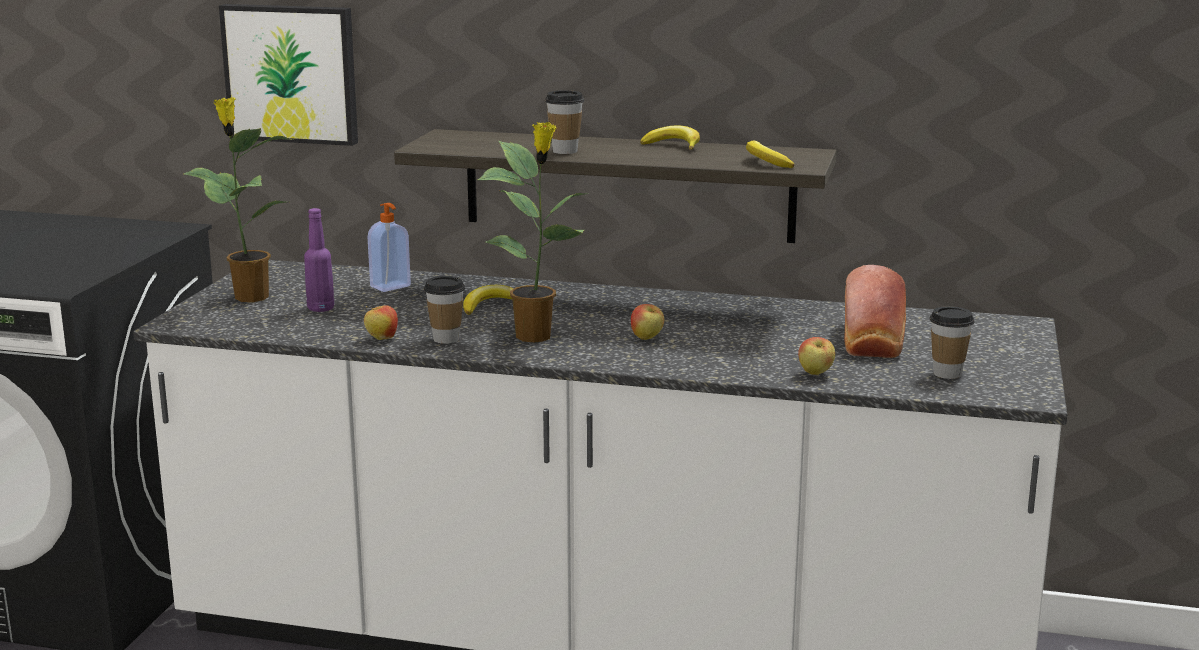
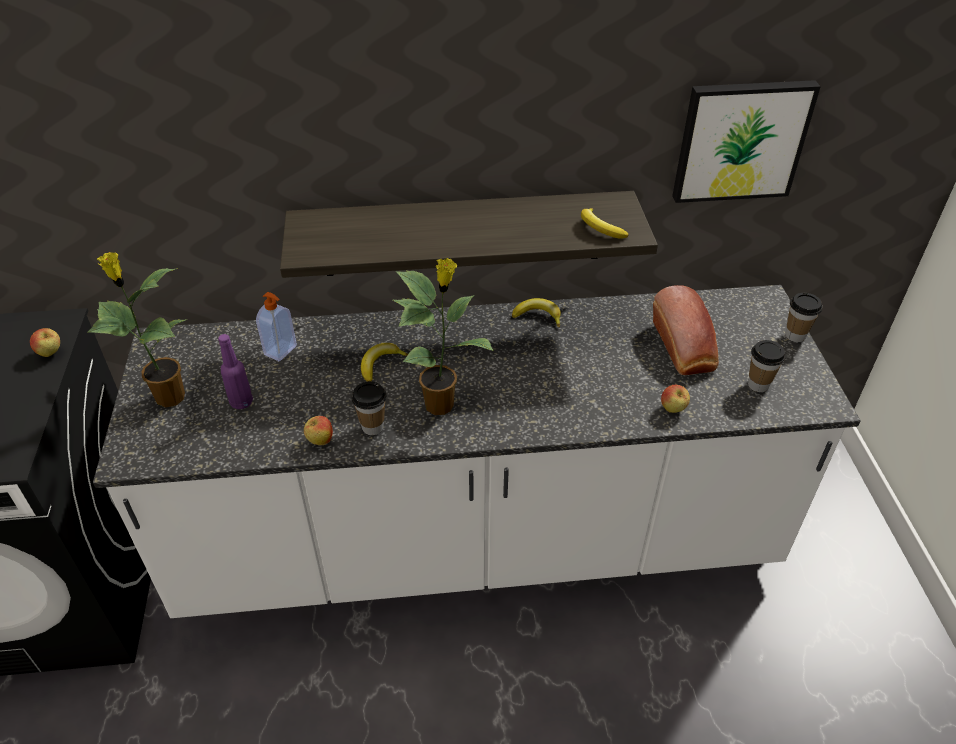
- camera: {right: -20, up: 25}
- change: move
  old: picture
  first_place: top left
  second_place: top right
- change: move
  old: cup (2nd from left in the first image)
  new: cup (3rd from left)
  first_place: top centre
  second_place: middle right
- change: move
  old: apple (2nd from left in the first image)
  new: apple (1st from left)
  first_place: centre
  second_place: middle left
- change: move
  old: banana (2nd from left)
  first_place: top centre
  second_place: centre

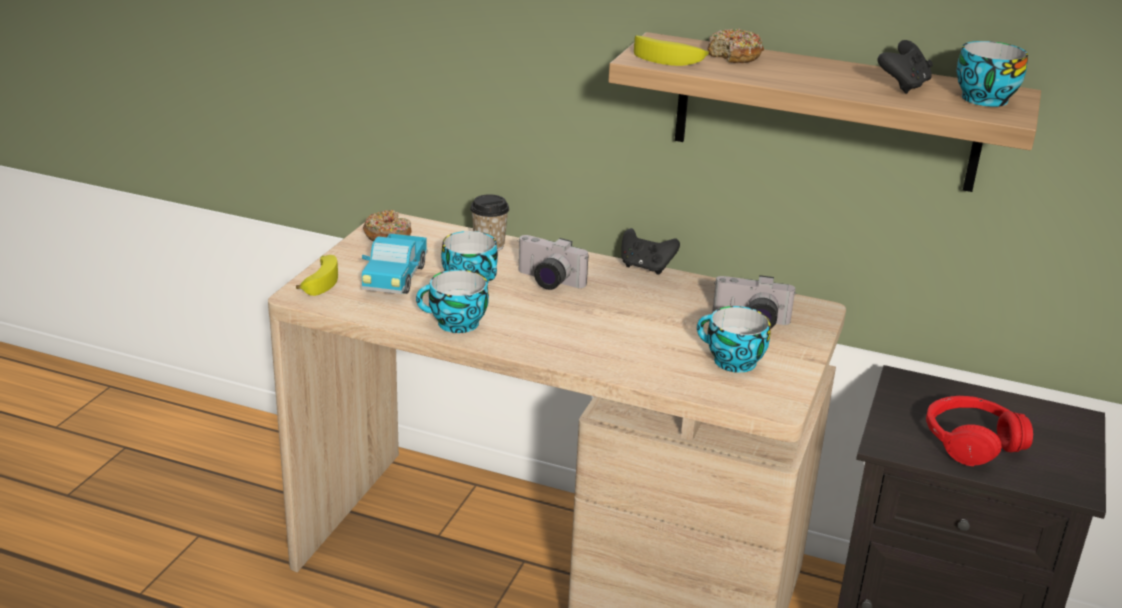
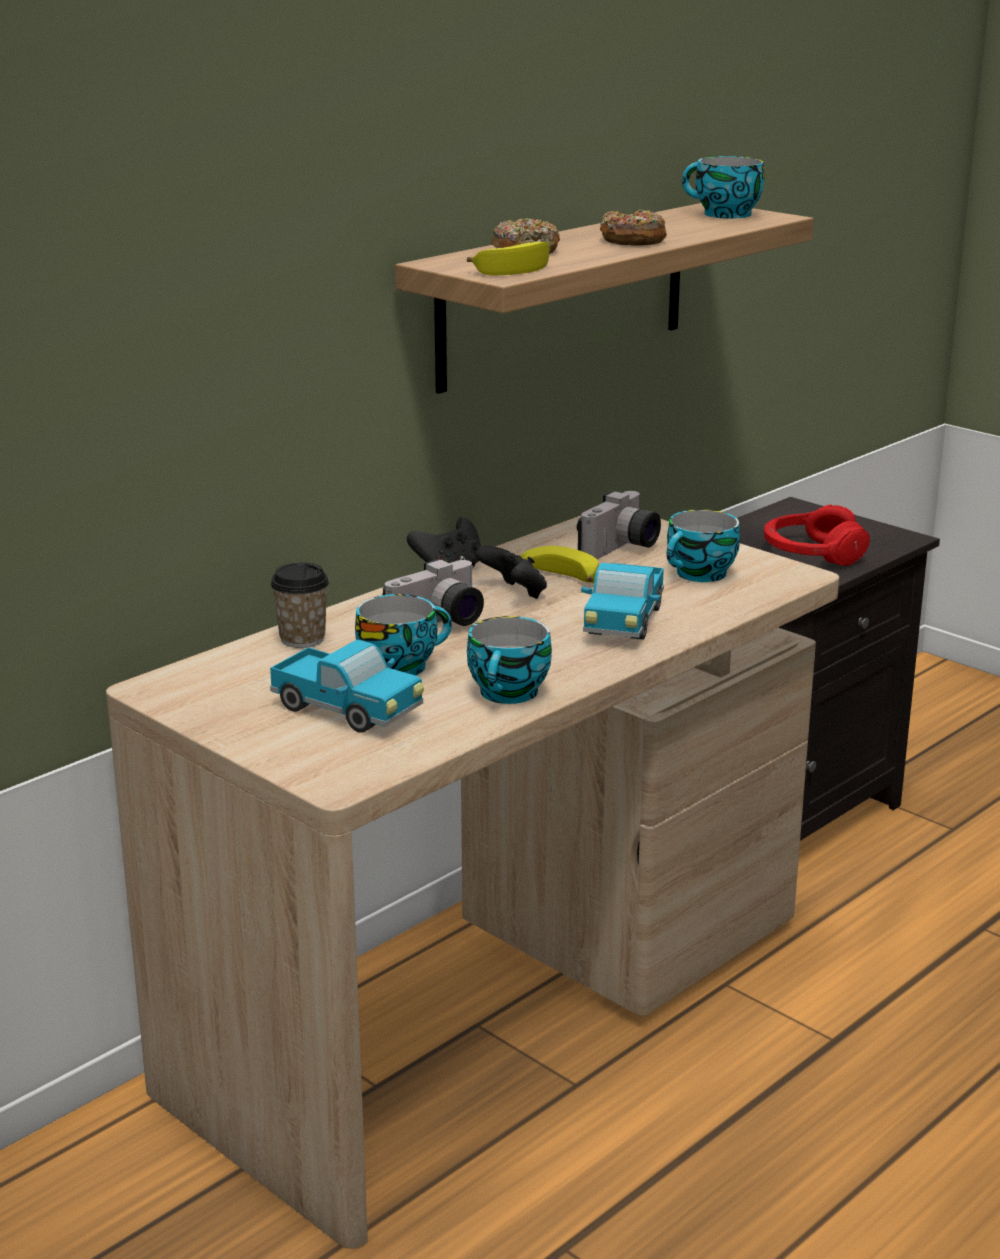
- camera: {right: -65, up: -5}
- change: insert
  new: toy truck (2nd from left)
  second_place: centre
- change: move
  old: banana (1st from left in the first image)
  new: banana (2nd from left)
  first_place: middle left
  second_place: centre
- change: move
  old: donut (1st from left in the first image)
  new: donut (2nd from left)
  first_place: centre
  second_place: top centre
- change: move
  old: black game controller (2nd from left)
  first_place: top right
  second_place: centre

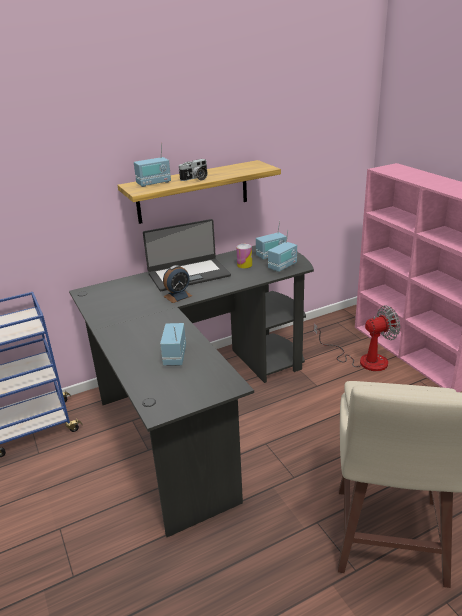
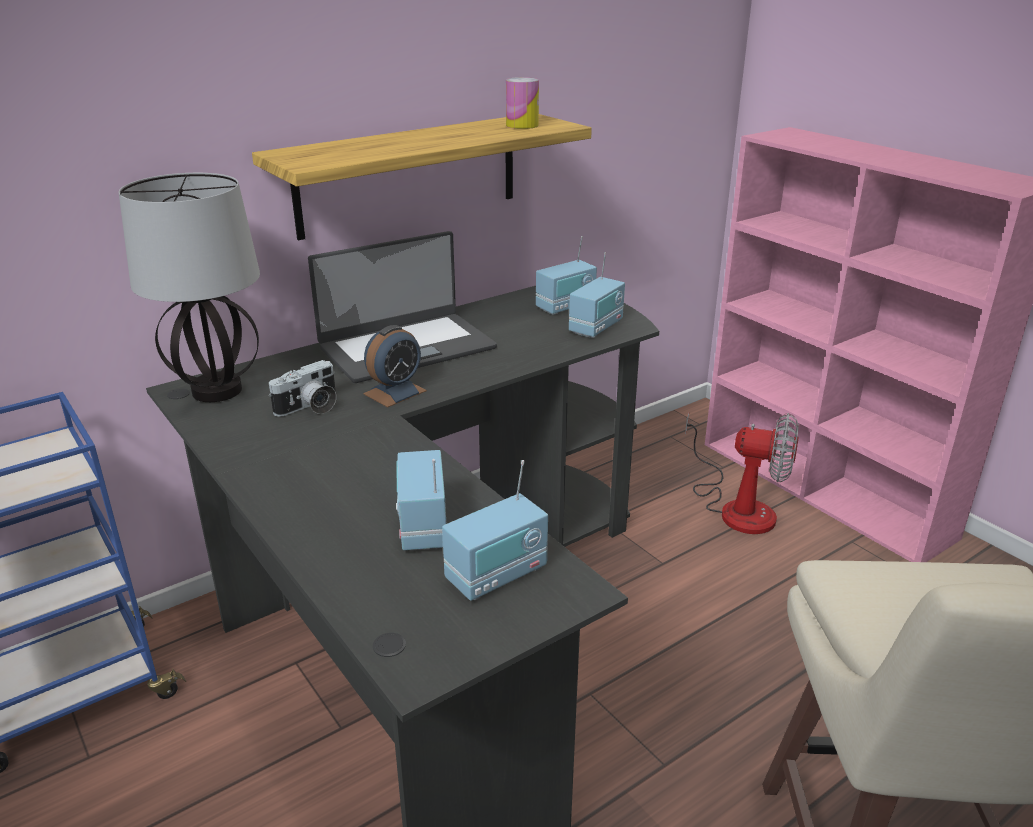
- camera: {right: -10, up: 0}
- change: insert
  new: table lamp
  second_place: middle left
- change: move
  old: radio (1st from left in the first image)
  new: radio (2nd from left)
  first_place: top left
  second_place: centre
- change: move
  old: photo camera
  first_place: top centre
  second_place: middle left
- change: move
  old: can
  first_place: centre
  second_place: top centre
- change: rotate
  old: fan
  first_place: middle right
  second_place: middle right
  degrees: 45

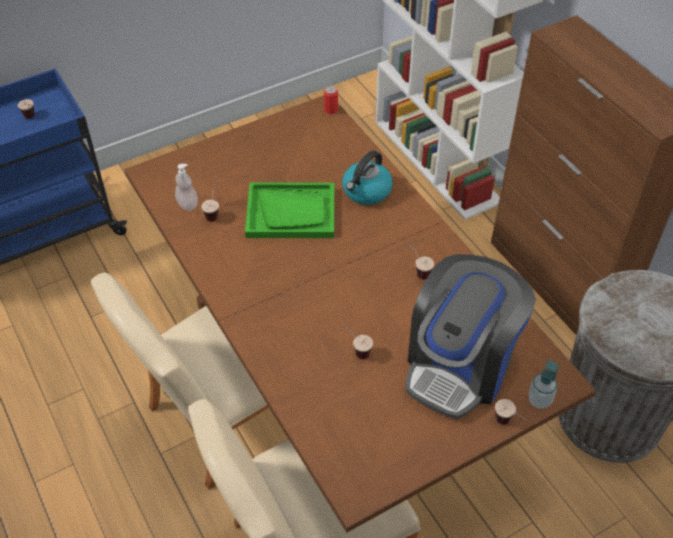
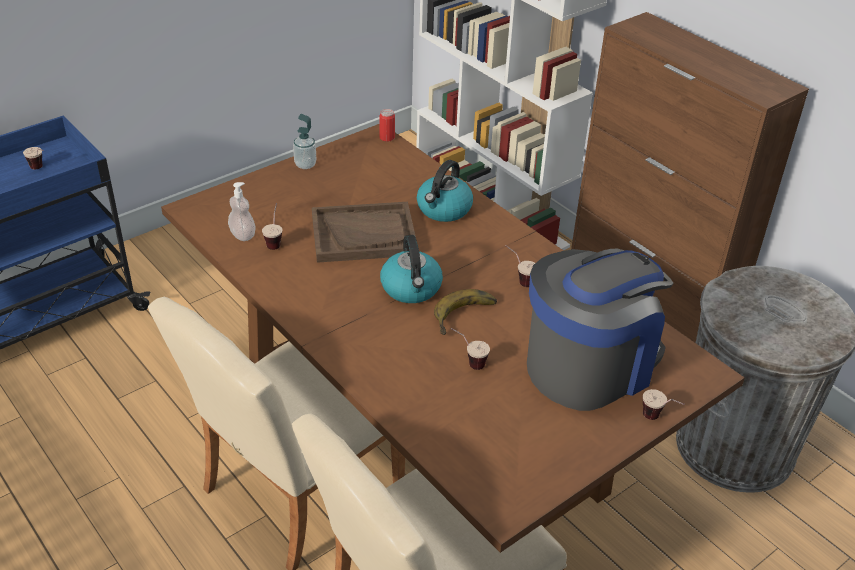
- camera: {right: -10, up: -10}
- change: insert
  new: kettle (1st from left)
  second_place: centre
- change: insert
  new: banana
  second_place: centre
- change: move
  old: soap dispenser (2nd from left)
  first_place: bottom right
  second_place: top centre
- change: recolor
  old: green tray
  new: brown tray
  first_place: centre
  second_place: centre
- change: rotate
  old: coffee machine
  first_place: middle right
  second_place: middle right
  degrees: -150

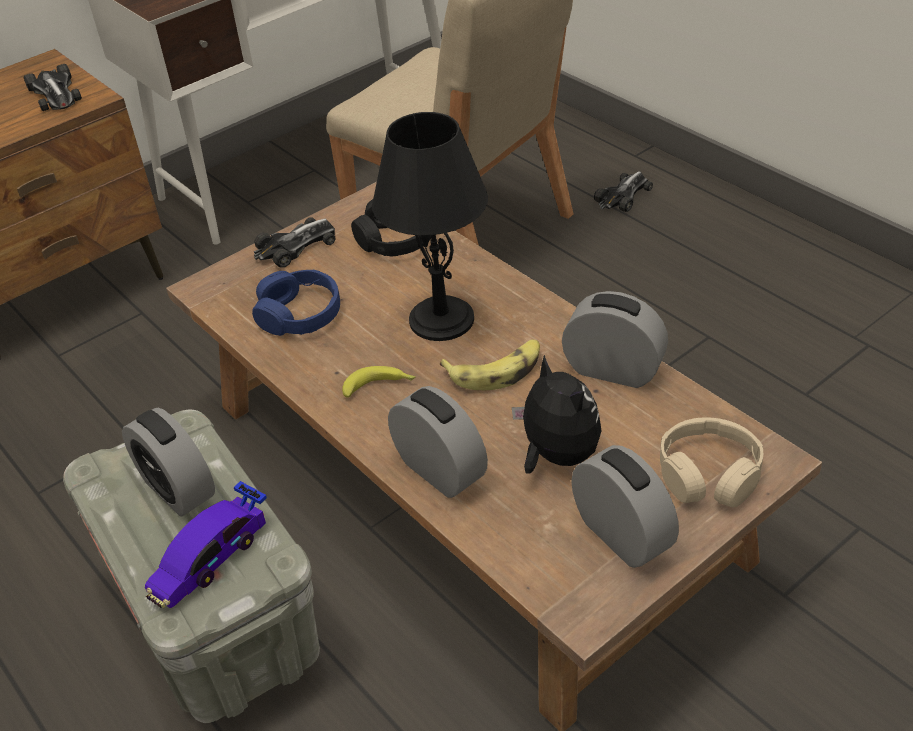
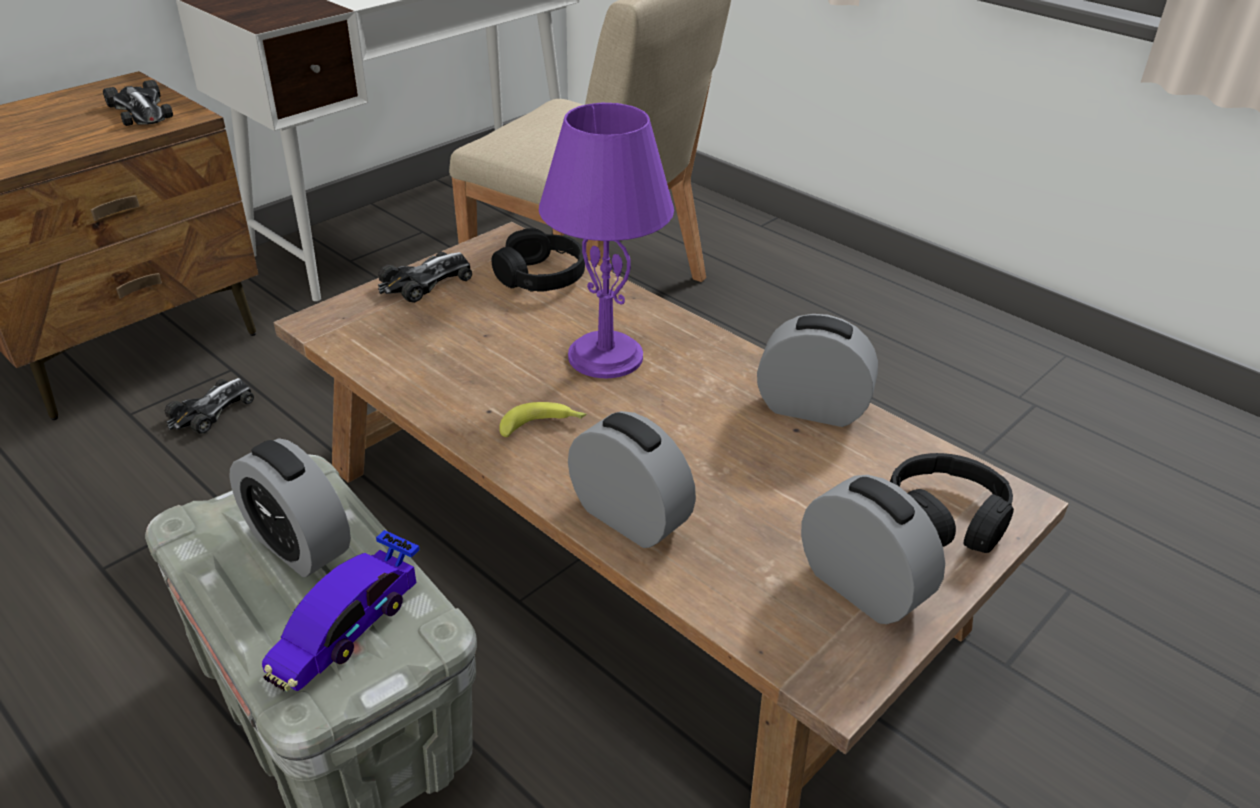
- camera: {right: -10, up: -5}
- change: delete
  old: blue headphones
  first_place: middle left
- change: delete
  old: banana (2nd from left)
  first_place: centre
- change: delete
  old: plush toy
  first_place: centre
- change: move
  old: toy car (4th from left in the first image)
  new: toy car (2nd from left)
  first_place: top right
  second_place: middle left
- change: recolor
  old: black table lamp
  new: purple table lamp
  first_place: top centre
  second_place: top centre
- change: recolor
  old: beige headphones
  new: black headphones (2nd from left)
  first_place: middle right
  second_place: middle right

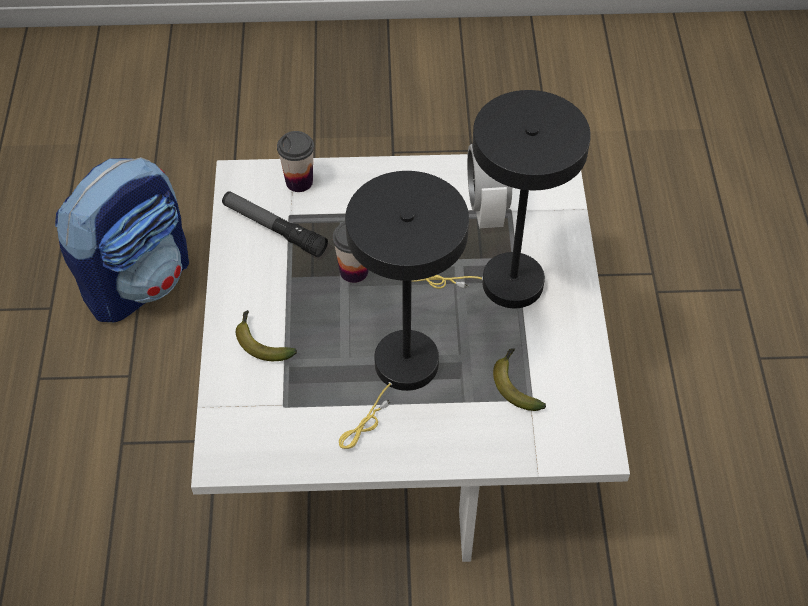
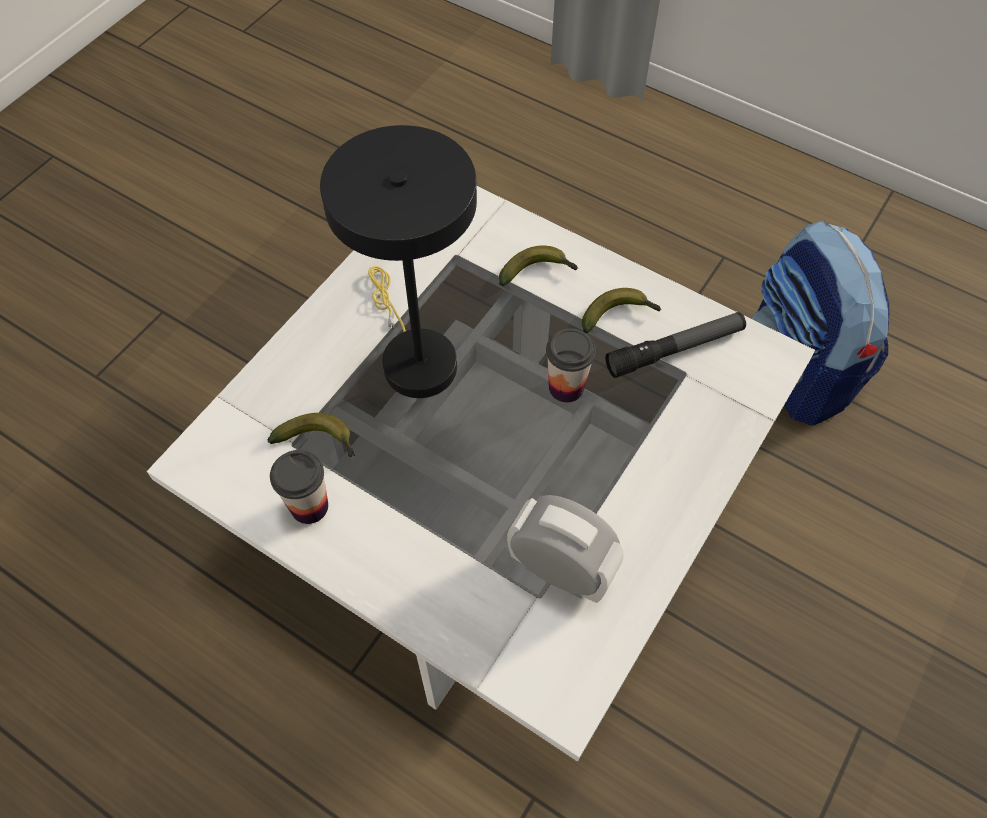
- camera: {right: 125, up: 5}
- change: delete
  old: black table lamp (2nd from left)
  first_place: top centre
- change: insert
  new: banana (3rd from left)
  second_place: centre
- change: move
  old: cup (1st from left)
  first_place: top centre
  second_place: middle left

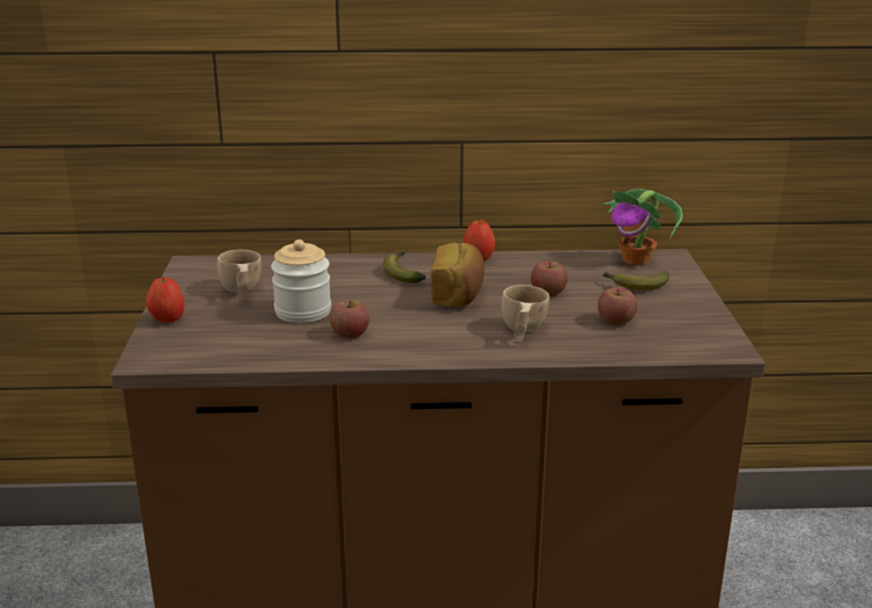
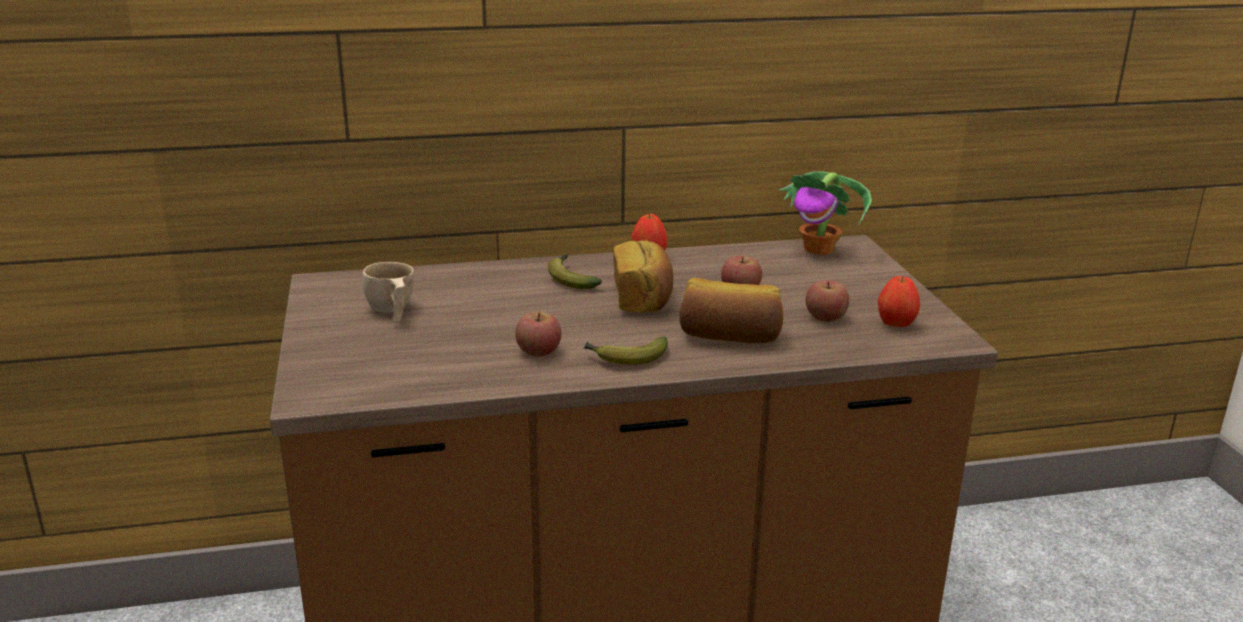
- camera: {right: -10, up: 0}
- change: delete
  old: jar
  first_place: centre
- change: move
  old: apple (1st from left in the first image)
  new: apple (5th from left)
  first_place: middle left
  second_place: middle right
- change: move
  old: banana (2nd from left)
  first_place: middle right
  second_place: centre
- change: replace
  old: beige cup (2nd from left)
  new: bread (2nd from left)
  first_place: centre
  second_place: centre

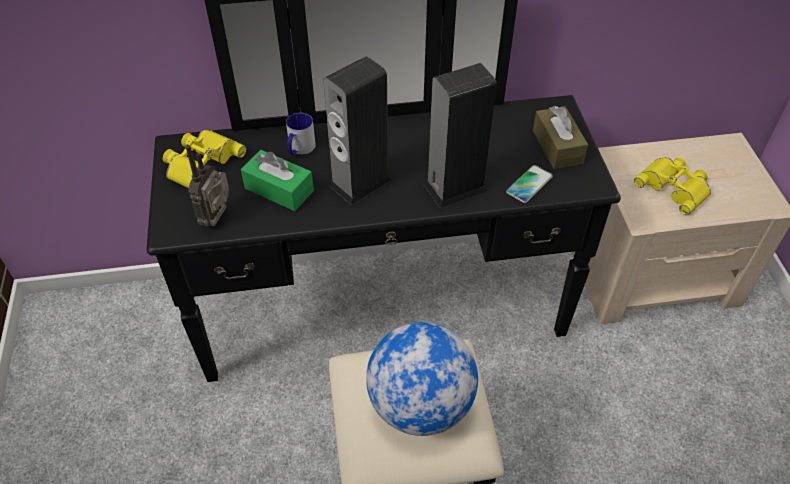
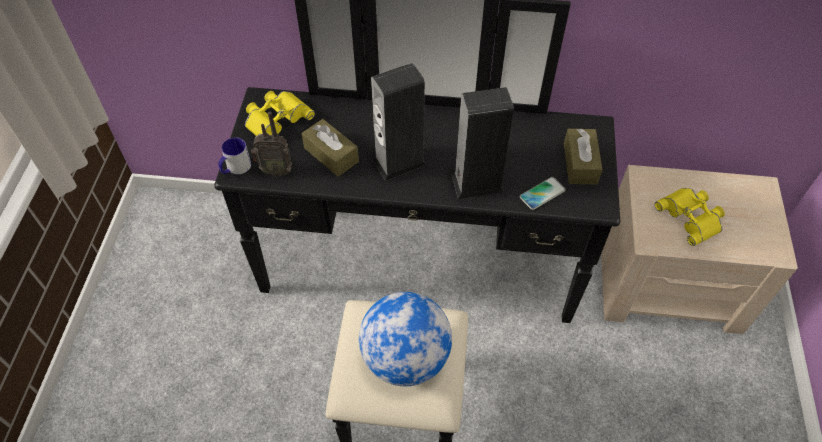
- camera: {right: 15, up: 5}
- change: move
  old: mug
  first_place: top centre
  second_place: middle left
- change: recolor
  old: green tissue box
  new: brown tissue box (1st from left)
  first_place: centre
  second_place: centre
- change: rotate
  old: radio
  first_place: middle left
  second_place: top left
  degrees: -120

